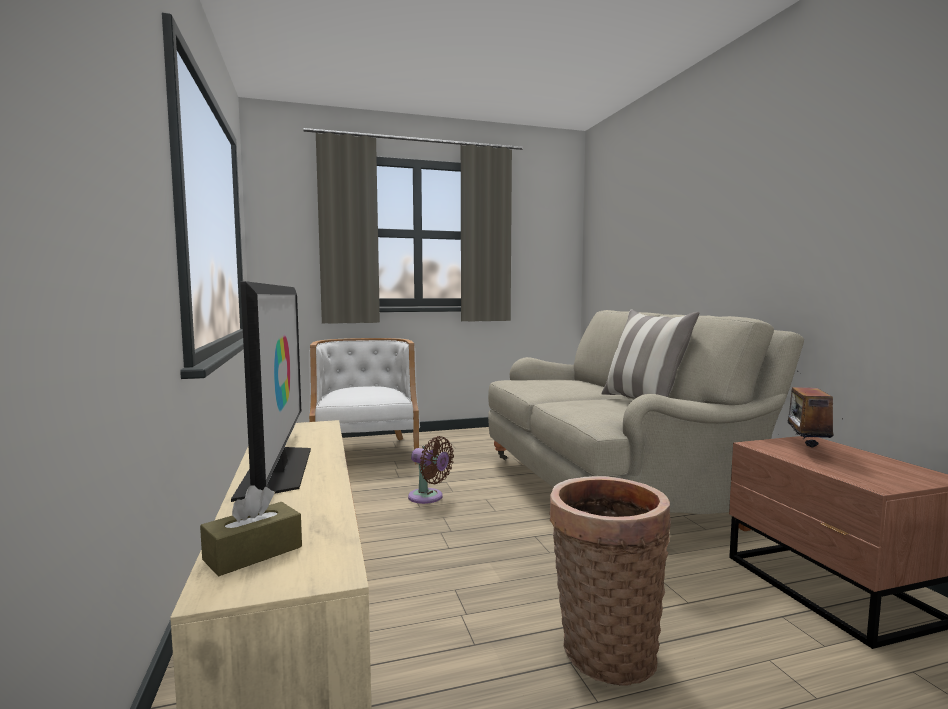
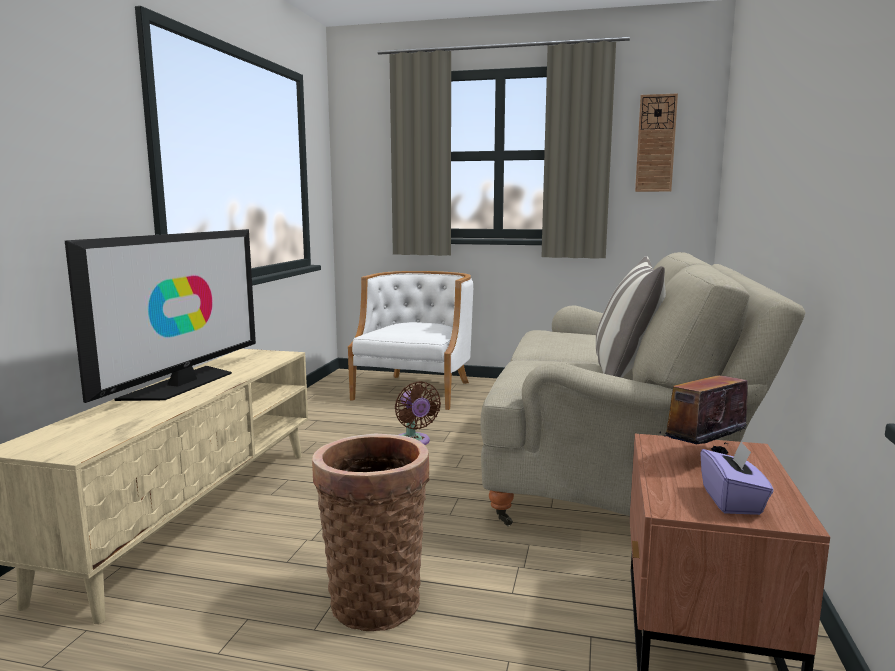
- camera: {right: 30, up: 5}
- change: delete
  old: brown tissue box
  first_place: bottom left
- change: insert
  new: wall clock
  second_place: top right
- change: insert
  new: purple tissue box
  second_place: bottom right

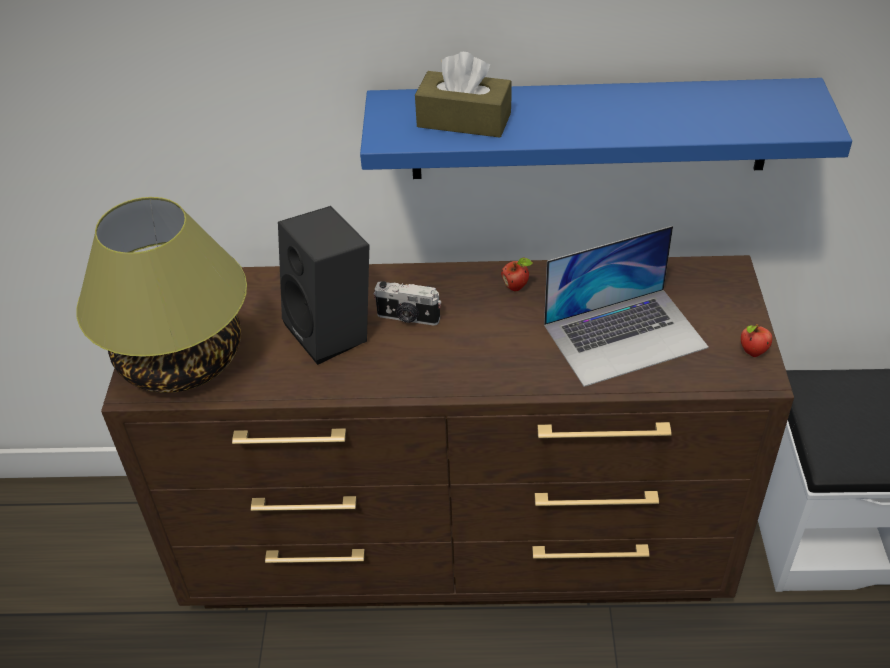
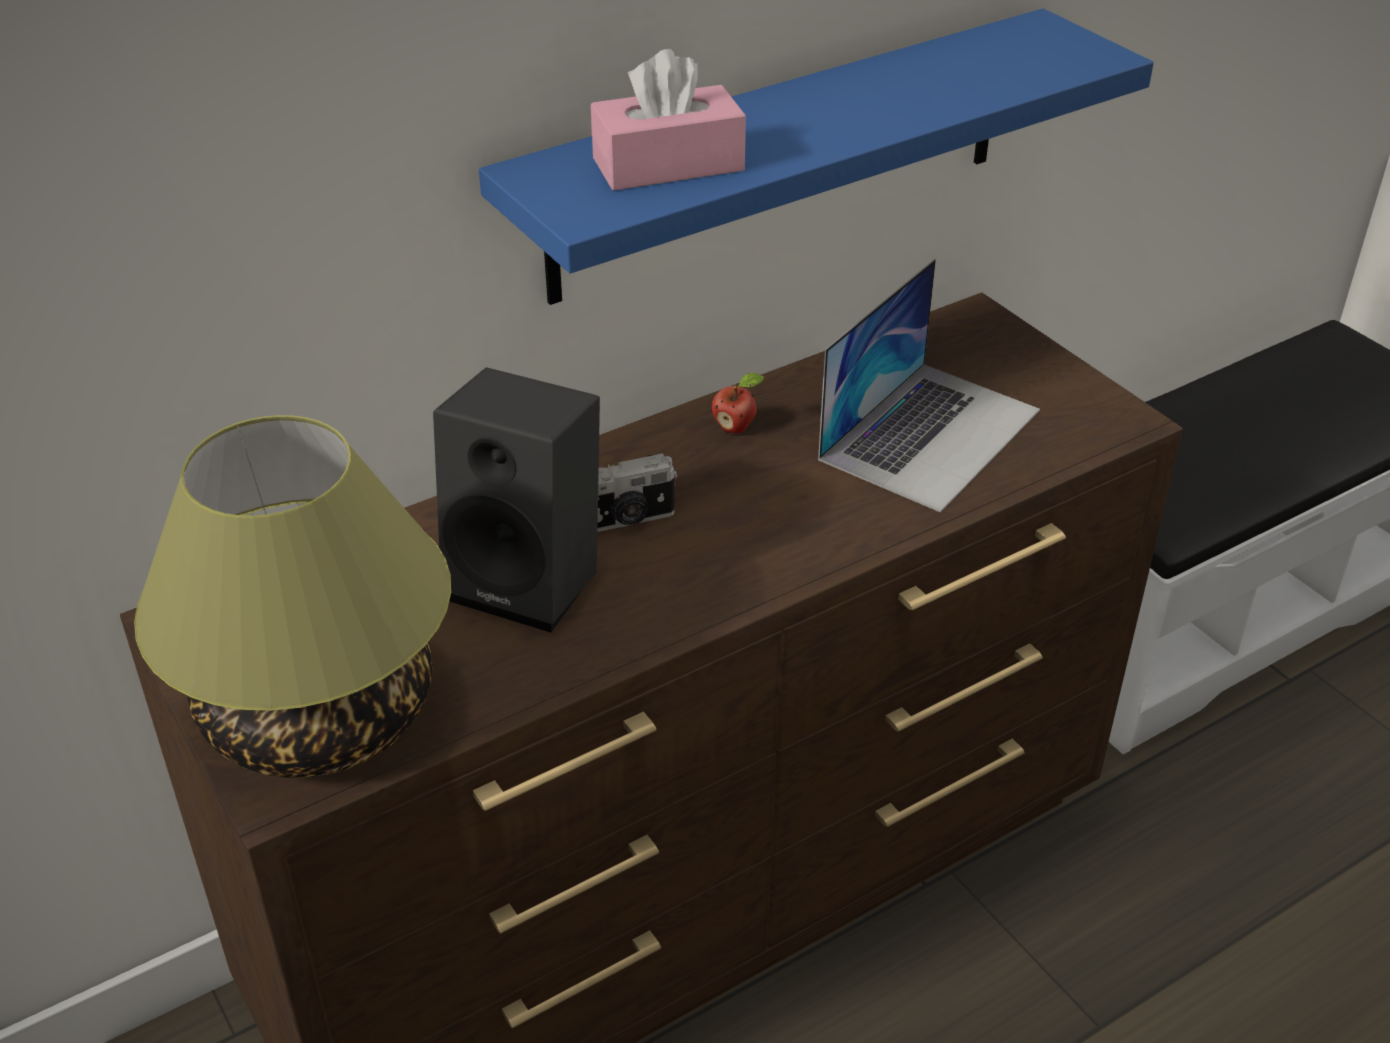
- camera: {right: -35, up: -5}
- change: delete
  old: apple (2nd from left)
  first_place: middle right
- change: recolor
  old: brown tissue box
  new: pink tissue box
  first_place: top centre
  second_place: top centre

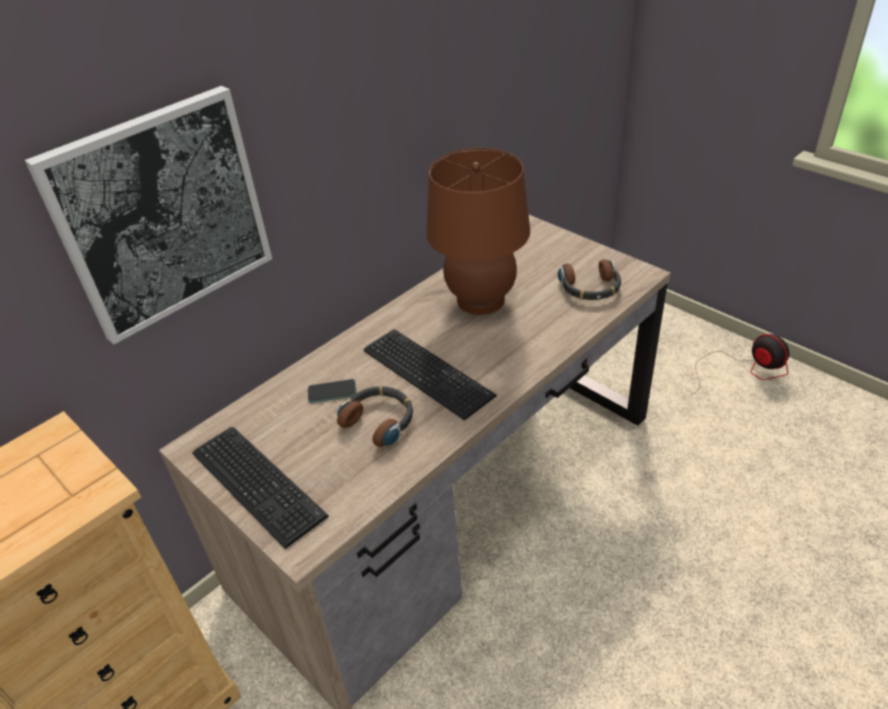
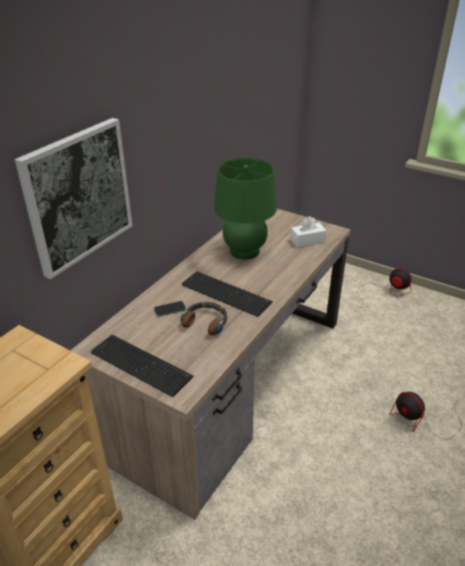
- camera: {right: -15, up: -5}
- change: insert
  new: fan (2nd from left)
  second_place: bottom right
- change: replace
  old: headphones (2nd from left)
  new: white tissue box
  first_place: centre
  second_place: centre
- change: recolor
  old: brown table lamp
  new: green table lamp
  first_place: top centre
  second_place: centre

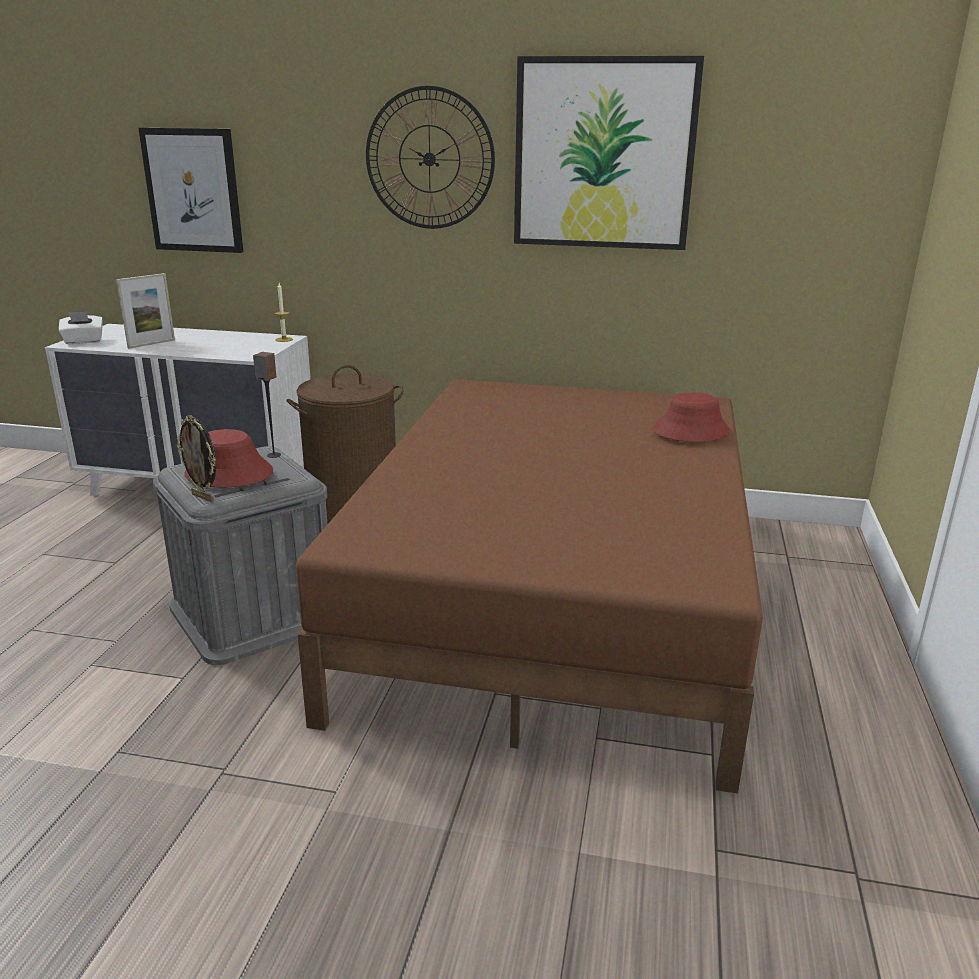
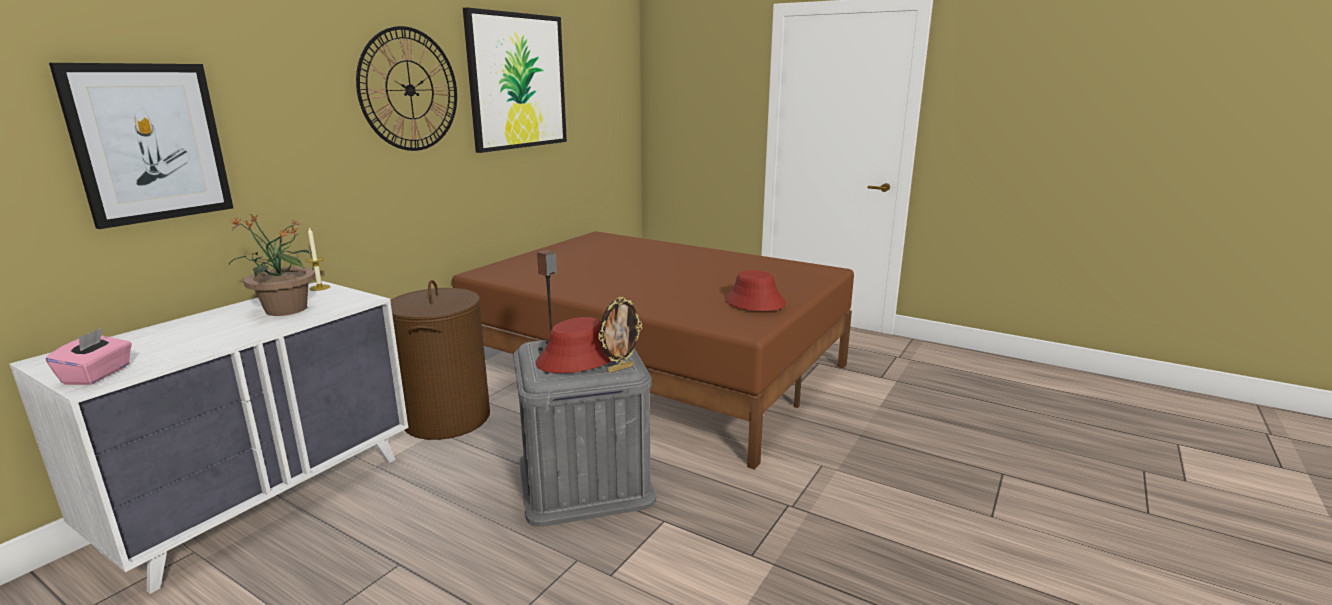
- camera: {right: -70, up: -5}
- change: delete
  old: picture frame (1st from left)
  first_place: top left
- change: insert
  new: potted plant
  second_place: middle left
- change: move
  old: red hat (2nd from left)
  first_place: middle right
  second_place: centre
- change: recolor
  old: white tissue box
  new: pink tissue box
  first_place: middle left
  second_place: middle left

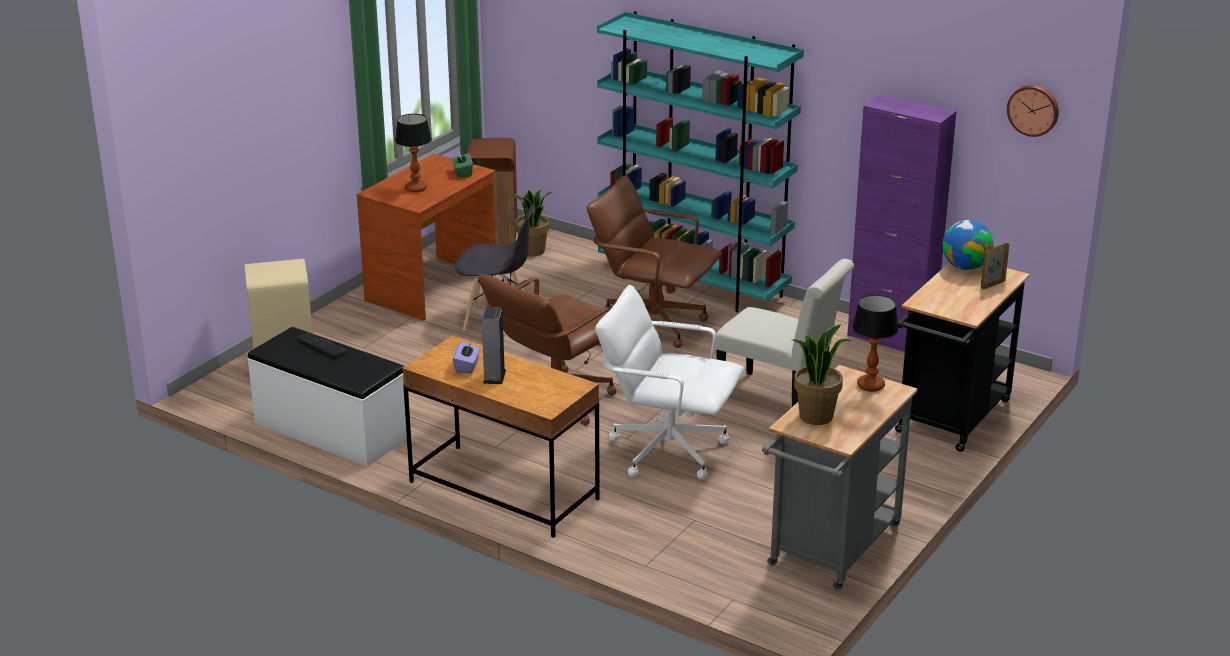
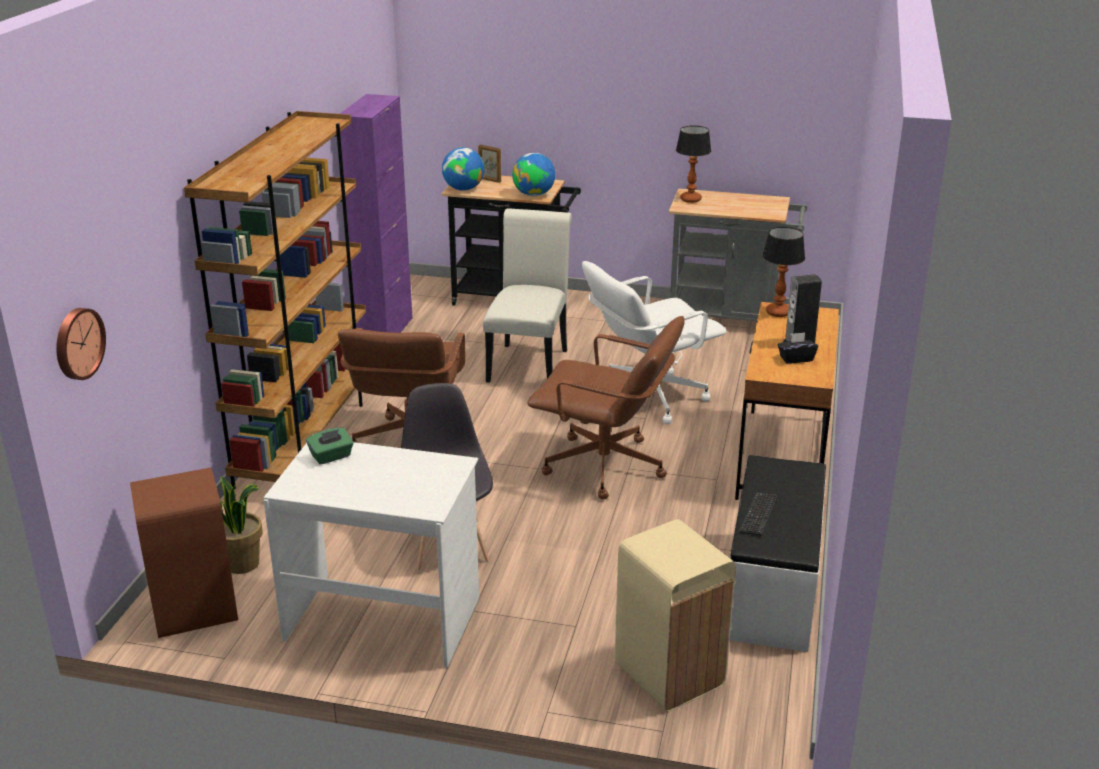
- camera: {right: -110, up: 0}
- change: delete
  old: potted plant (2nd from left)
  first_place: middle right
- change: insert
  new: globe (2nd from left)
  second_place: top centre
- change: move
  old: table lamp (1st from left in the first image)
  new: table lamp (2nd from left)
  first_place: top centre
  second_place: middle right
- change: move
  old: wall clock
  first_place: top right
  second_place: middle left
- change: recolor
  old: brown desk (1st from left)
  new: white desk
  first_place: centre
  second_place: bottom centre
- change: recolor
  old: purple tissue box
  new: black tissue box
  first_place: centre
  second_place: middle right
- change: recolor
  old: turquoise bookcase
  new: brown bookcase
  first_place: top centre
  second_place: middle left
- change: rotate
  old: white office chair
  first_place: centre
  second_place: centre
  degrees: 60

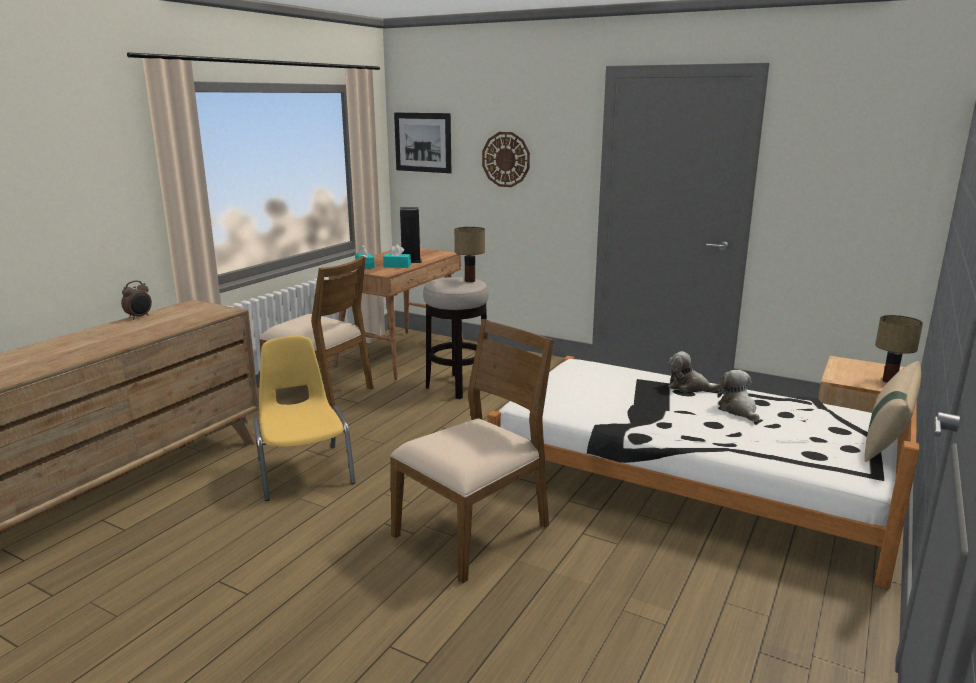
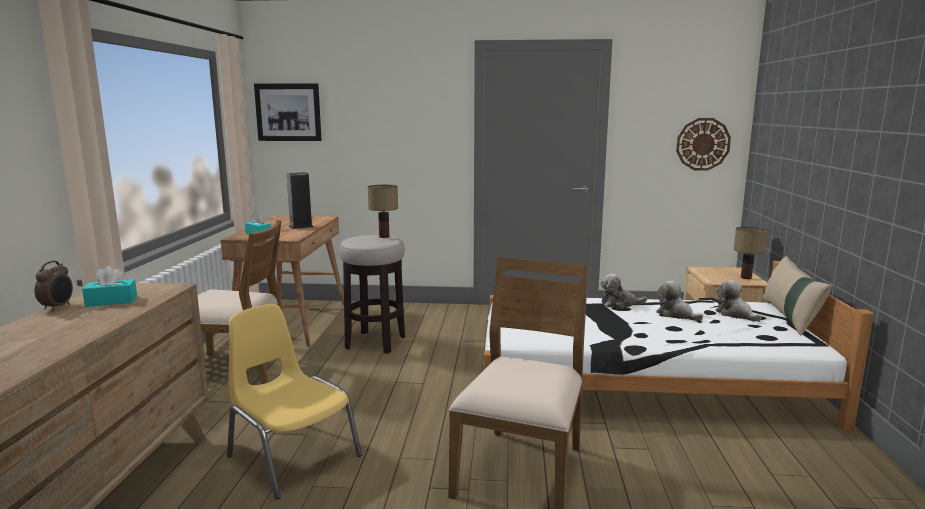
- camera: {right: -25, up: -5}
- change: insert
  new: plush toy (3rd from left)
  second_place: middle right
- change: move
  old: turquoise tissue box (2nd from left in the first image)
  new: turquoise tissue box (1st from left)
  first_place: centre
  second_place: middle left
- change: move
  old: wall clock
  first_place: top centre
  second_place: top right

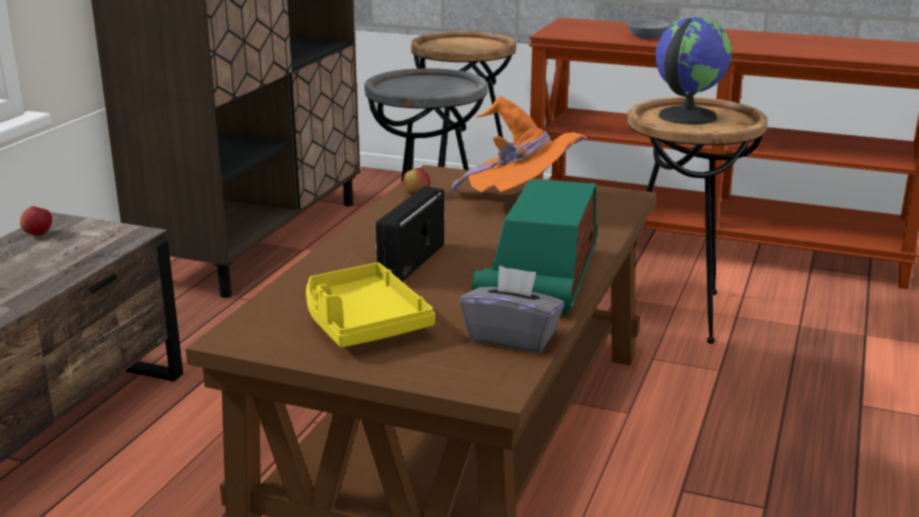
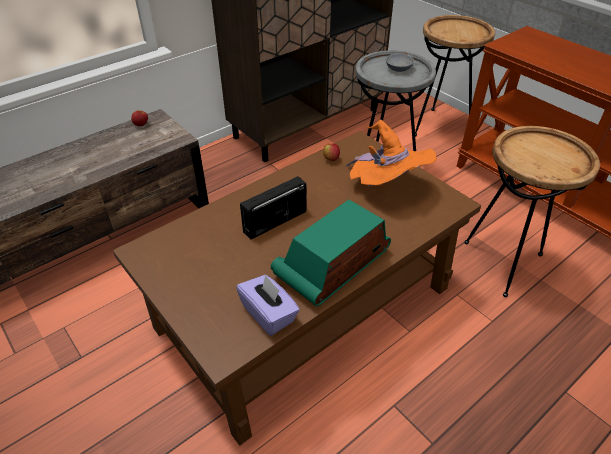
- camera: {right: 30, up: 20}
- change: delete
  old: yellow tray
  first_place: centre
- change: delete
  old: globe
  first_place: top right
- change: move
  old: grey bowl
  first_place: top right
  second_place: top centre
- change: recolor
  old: grey tissue box
  new: purple tissue box
  first_place: centre
  second_place: bottom centre

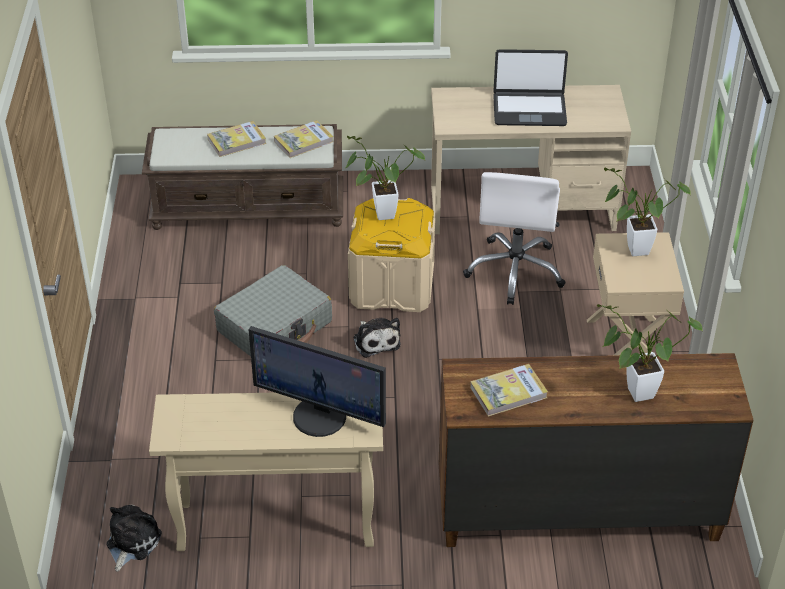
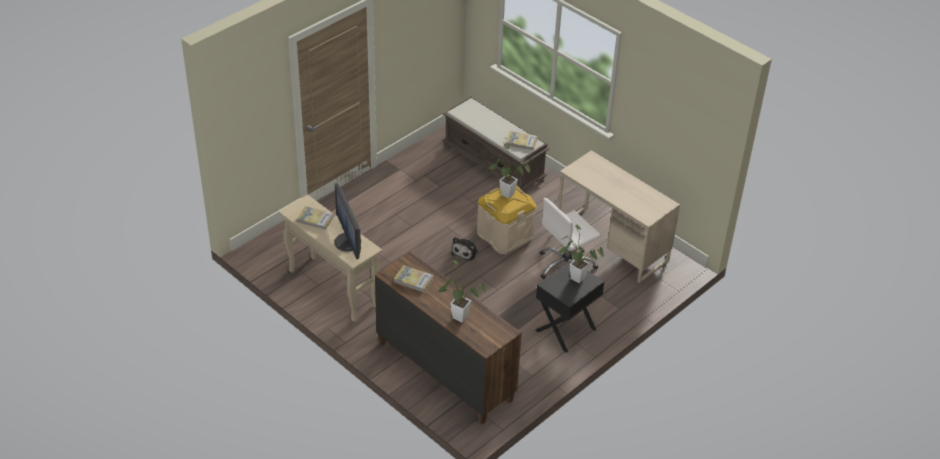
- camera: {right: 45, up: 0}
- change: delete
  old: plush toy (1st from left)
  first_place: bottom left
- change: delete
  old: grey suitcase
  first_place: centre
- change: delete
  old: laptop
  first_place: top right
- change: move
  old: book (1st from left)
  first_place: top left
  second_place: centre
- change: recolor
  old: beige nightstand
  new: black nightstand
  first_place: middle right
  second_place: bottom centre

